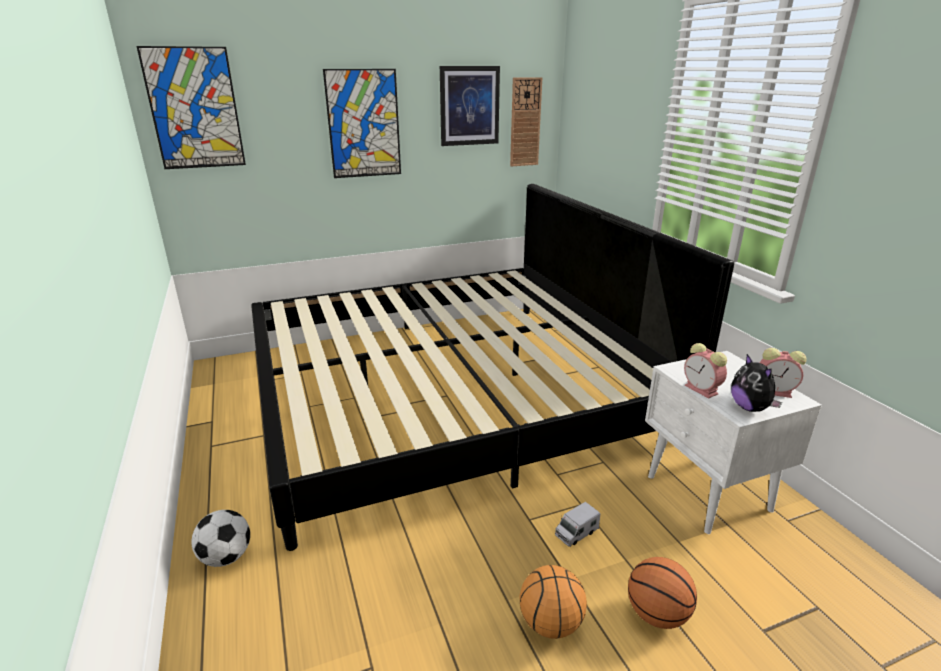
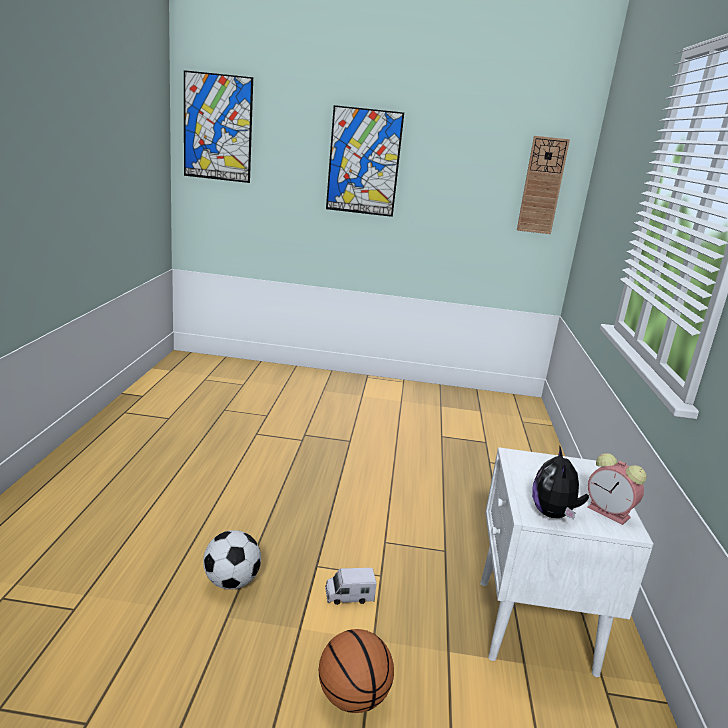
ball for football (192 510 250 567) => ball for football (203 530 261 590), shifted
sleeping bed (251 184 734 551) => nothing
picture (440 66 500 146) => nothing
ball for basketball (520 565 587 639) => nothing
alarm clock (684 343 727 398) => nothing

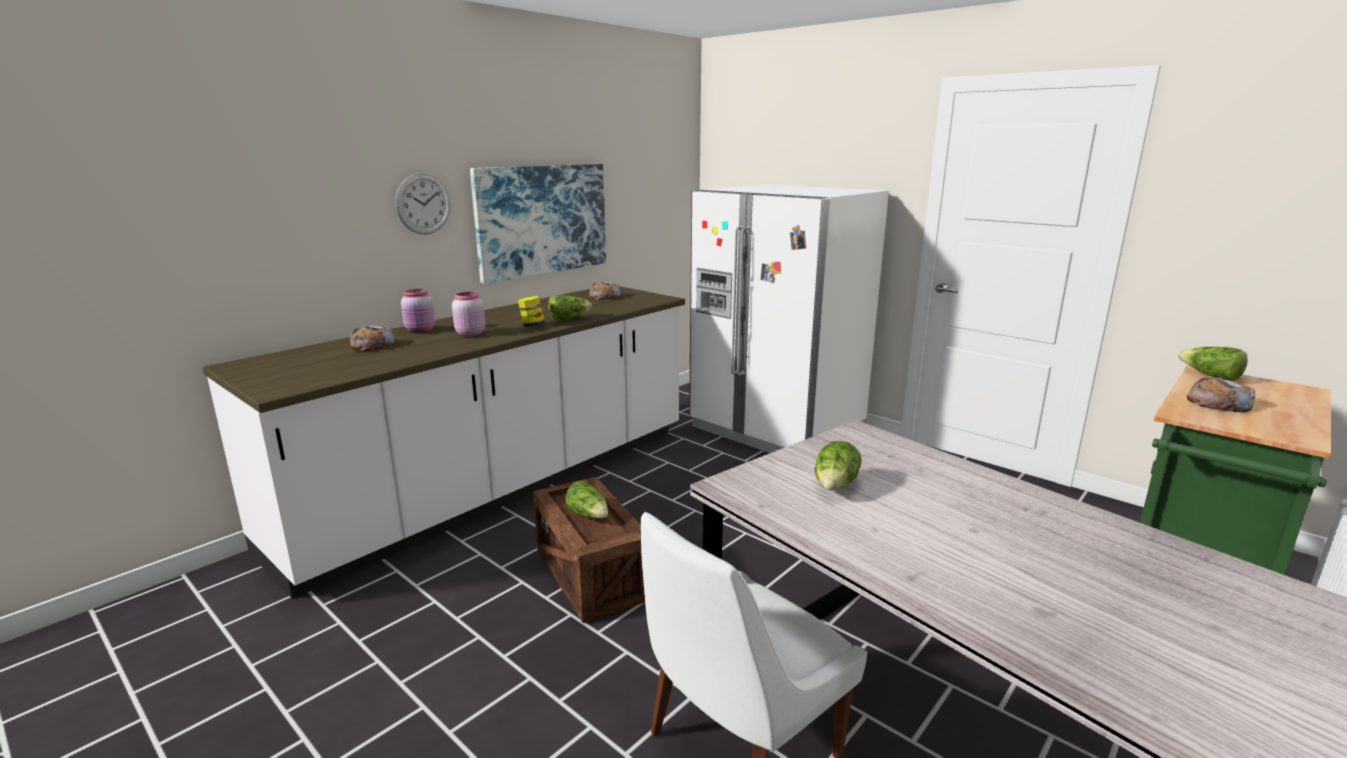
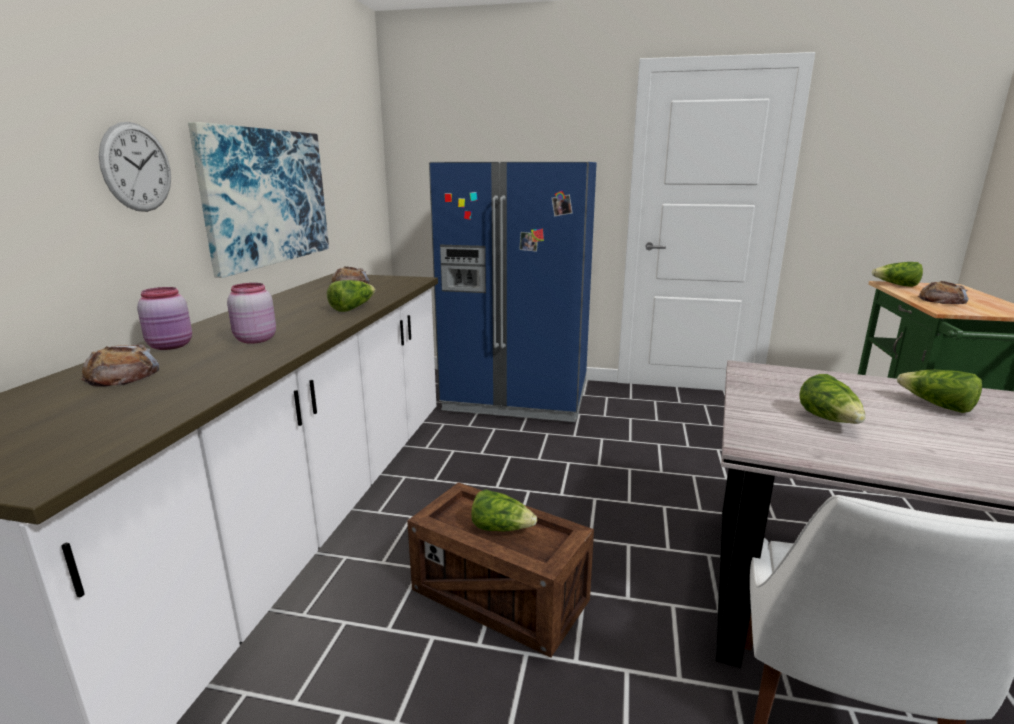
white refrigerator (689 184 889 453) => blue refrigerator (429 162 597 422)
nothing => lettuce head (897 370 982 413)
jar (518 296 545 327) => nothing

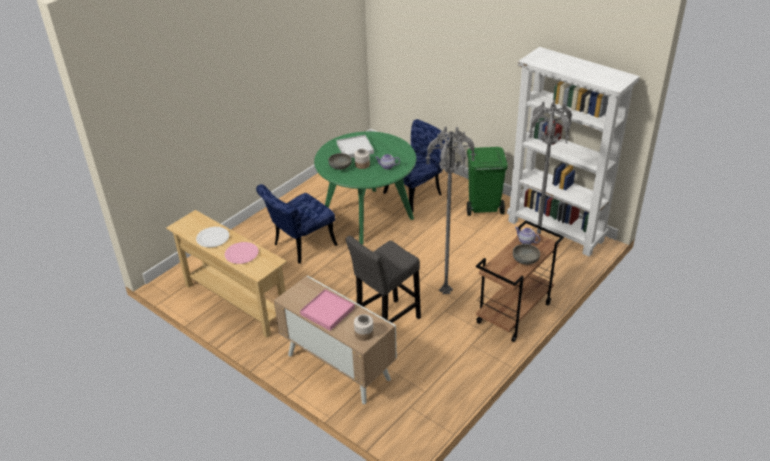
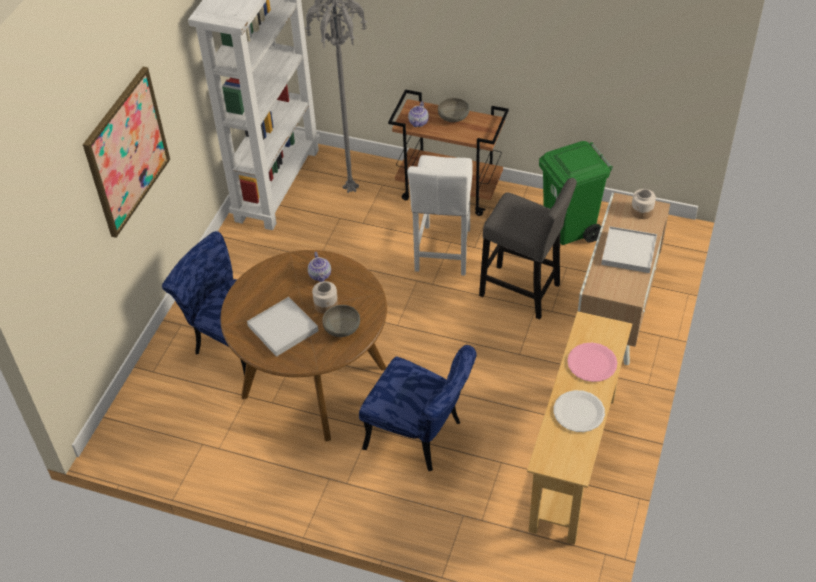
nothing => picture (83 67 170 238)
greenish kitchen table (314 131 416 245) => brownish kitchen table (220 250 387 441)
grey floor lamp (425 127 476 295) => white sitting stool (407 155 472 275)
greenish trash can (467 147 508 216) => greenish trash can (539 141 613 245), shifted
pink-coloured carrying tray (300 289 355 331) => white carrying tray (601 226 657 273)

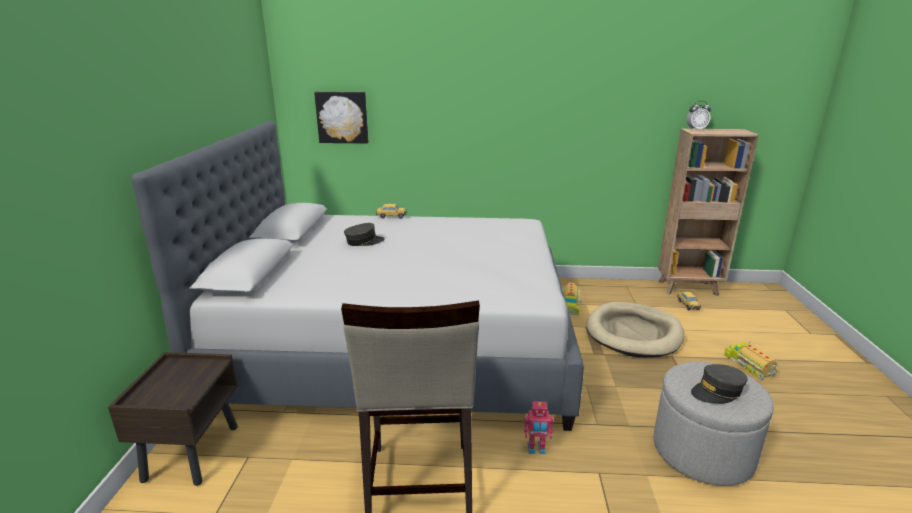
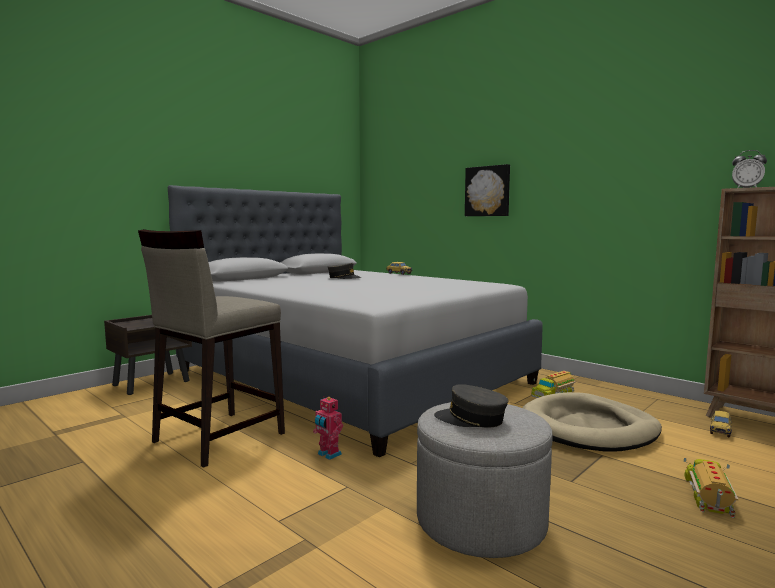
picture (314 92 369 144) => picture (465 164 510 216), shifted

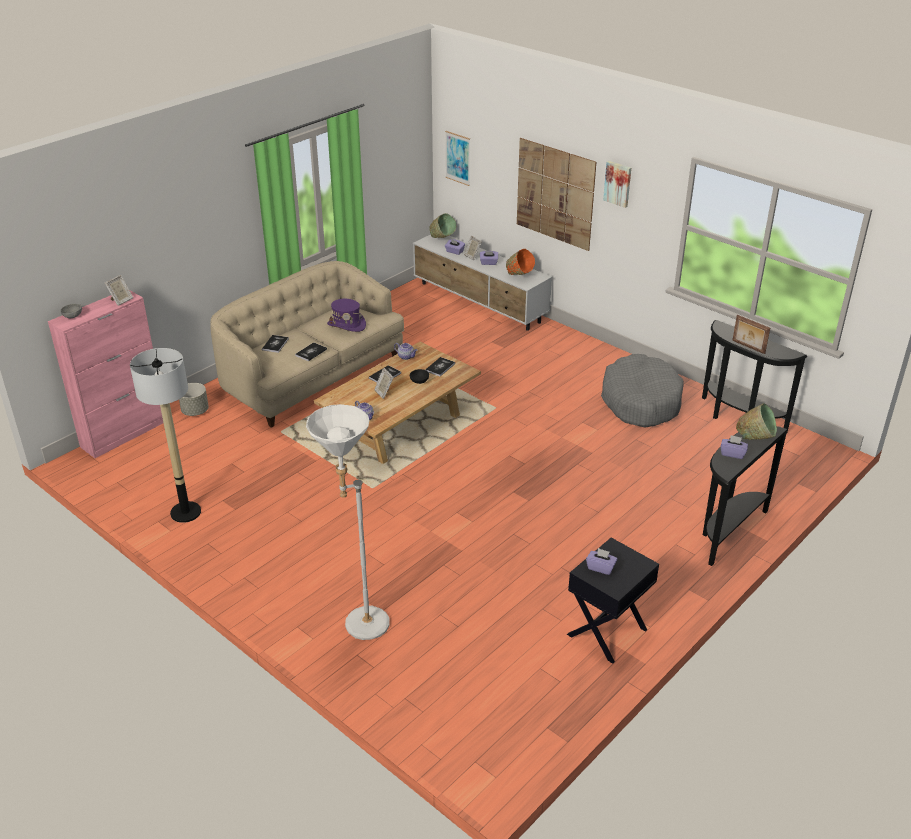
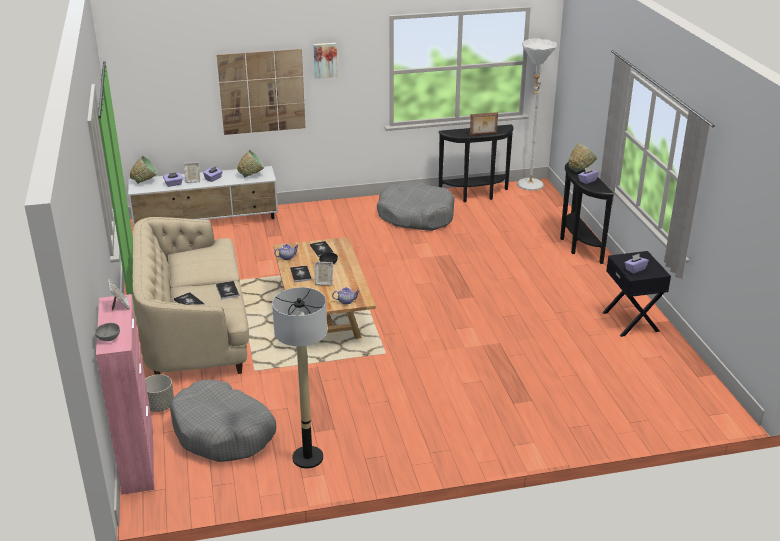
nothing => grey dog cushion (170 380 276 462)
orange-coloured bowl (506 249 535 275) => greenish bowl (237 150 264 177)
white floor lamp (306 404 390 640) => white floor lamp (517 38 557 191), shifted
purple wearable hat (327 299 366 332) => nothing
picture (445 131 470 186) => nothing

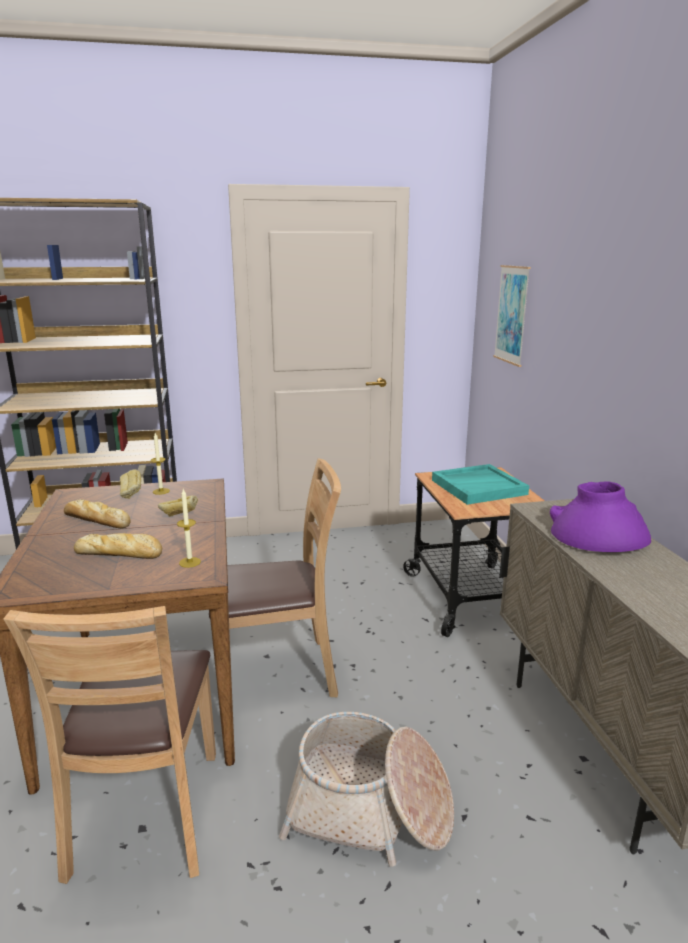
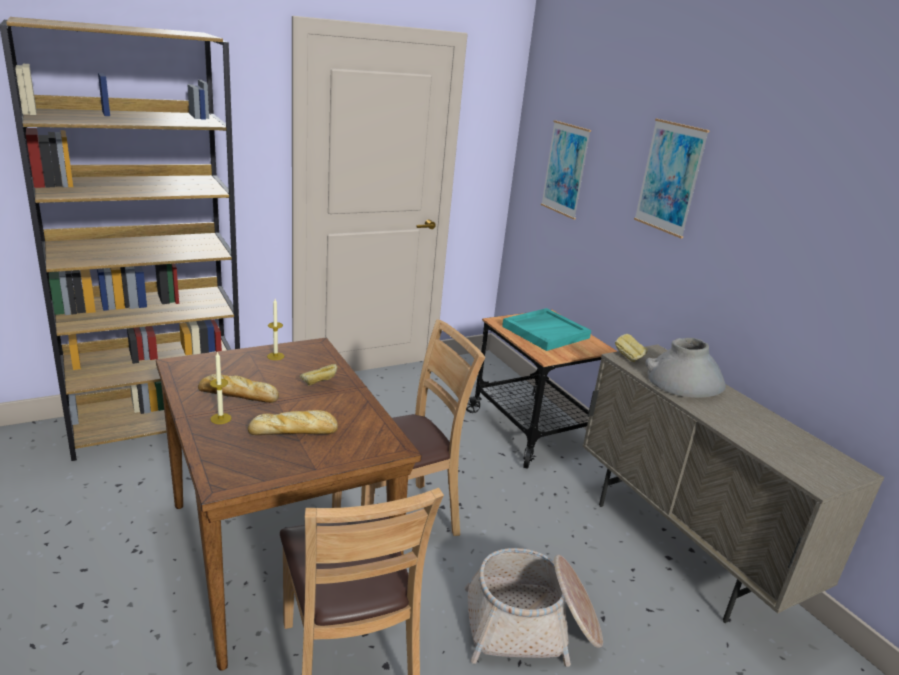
wax candle (177 489 201 568) => wax candle (210 351 232 424), shifted
bakery bread (120 469 141 499) => bakery bread (615 334 648 362), shifted
nothing => picture (634 119 710 238)
purple vase (550 482 651 552) => grey vase (645 338 726 397)

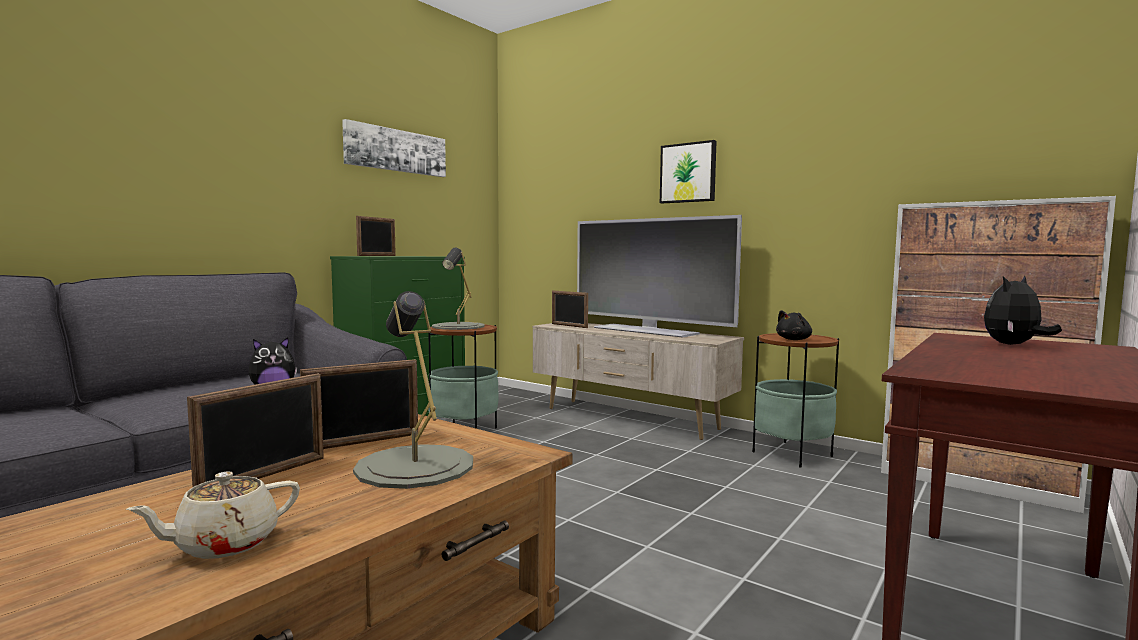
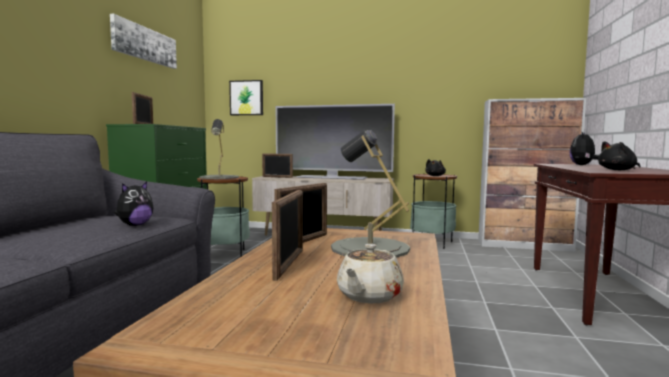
picture (660 140 716 203) => picture (229 80 263 115), shifted
nothing => black-coloured plush toy (598 141 640 170)

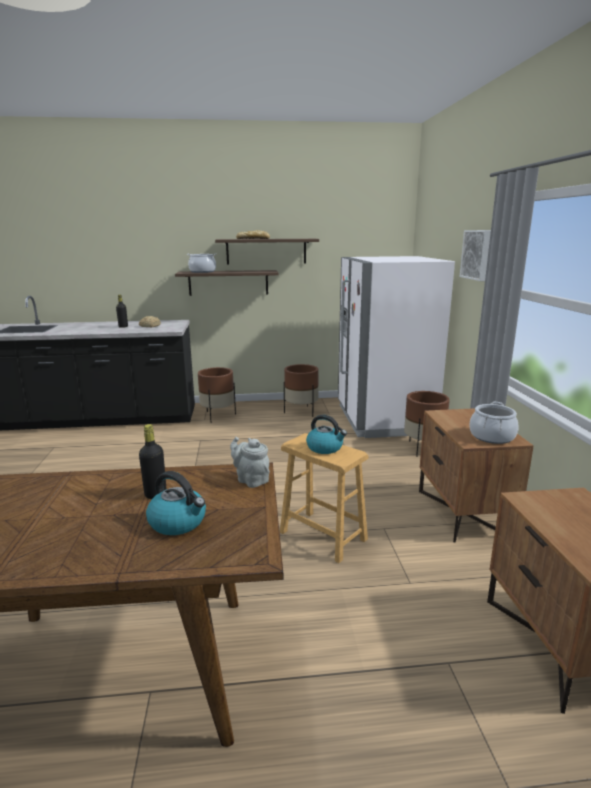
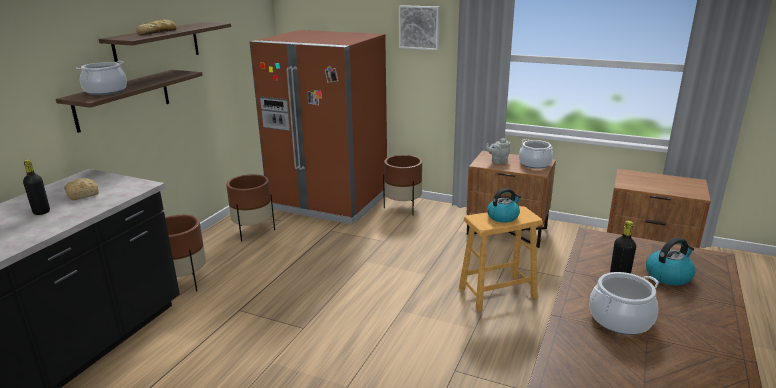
white refrigerator (338 256 455 438) => brownish refrigerator (249 30 387 224)
grey pot for tea (230 437 270 488) => grey pot for tea (486 138 510 164), shifted
nothing => saucepot (589 272 659 335)

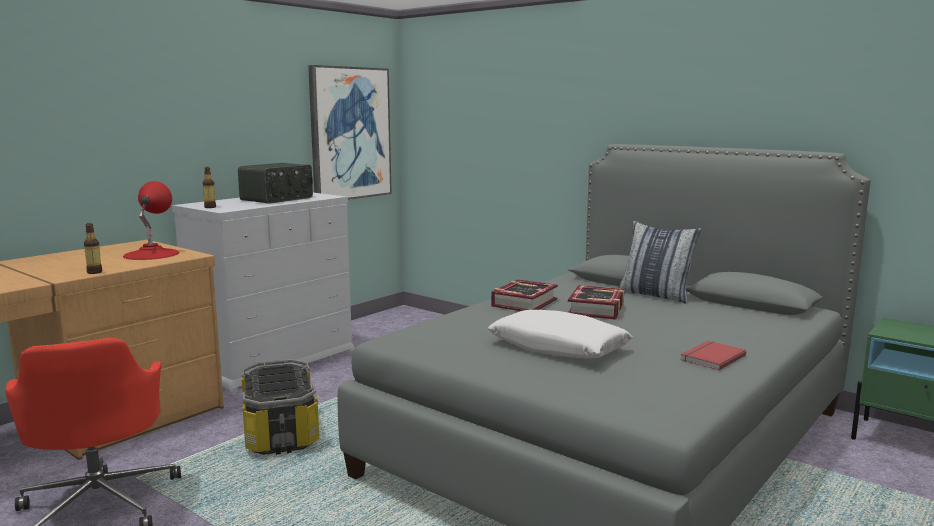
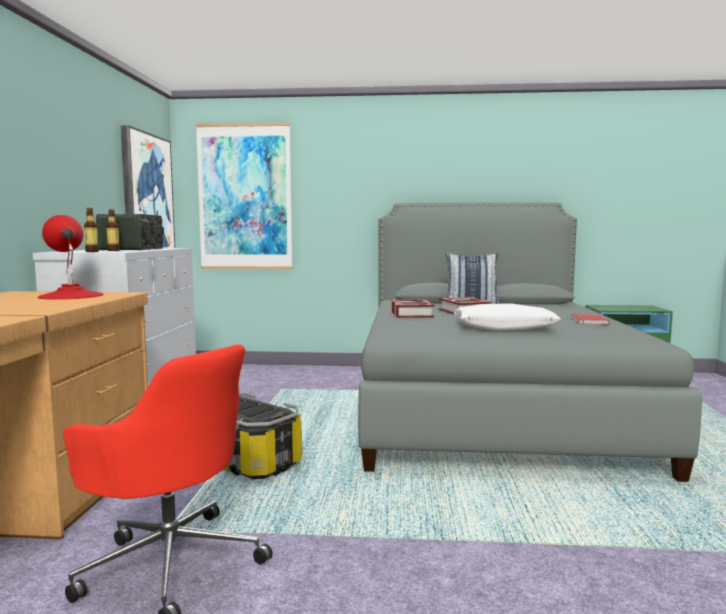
beverage bottle (84 223 102 274) => beverage bottle (106 209 120 251), shifted
nothing => picture (195 123 292 269)

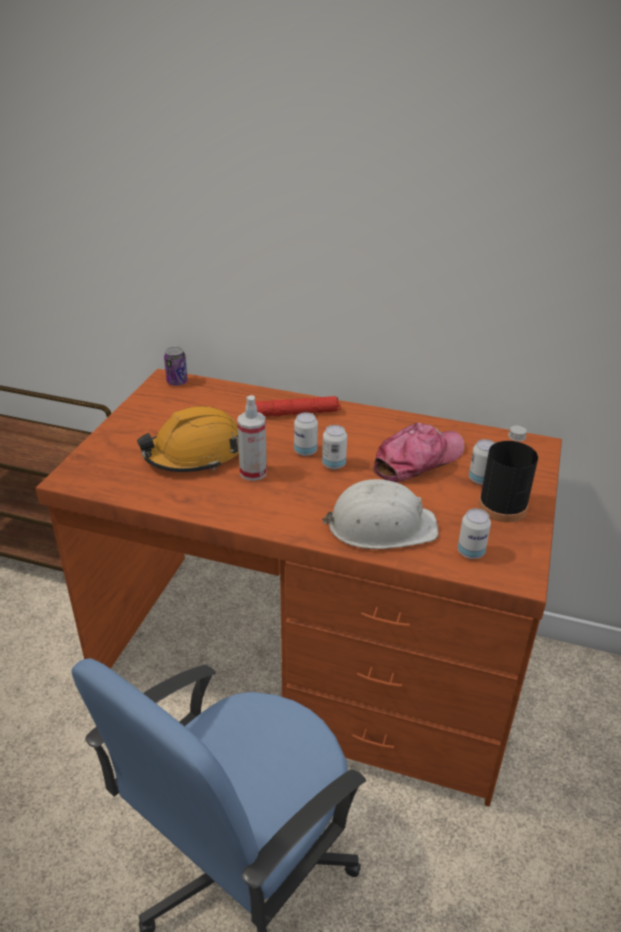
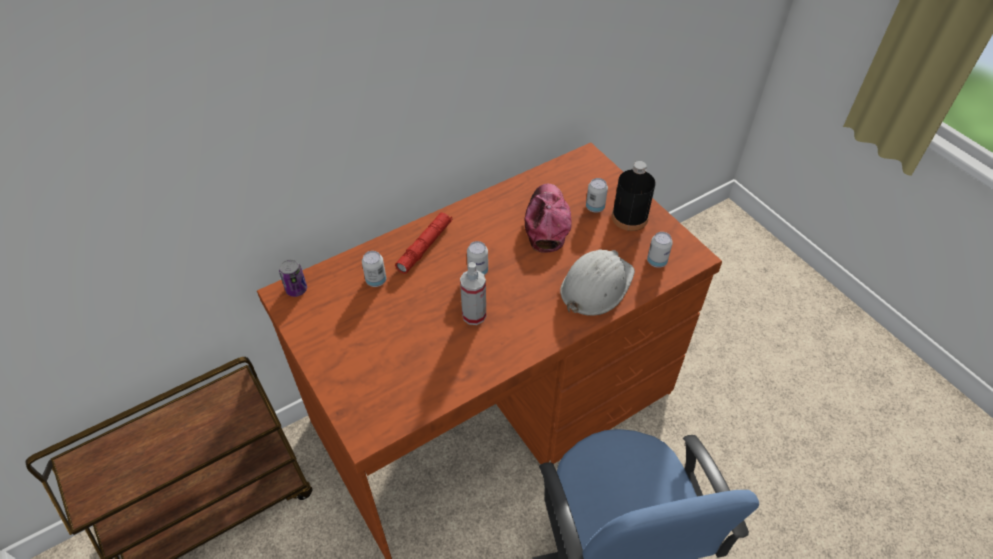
sealed can (322 425 347 470) => sealed can (362 251 386 287), shifted
orange-coloured safety helmet (137 406 239 472) => nothing

